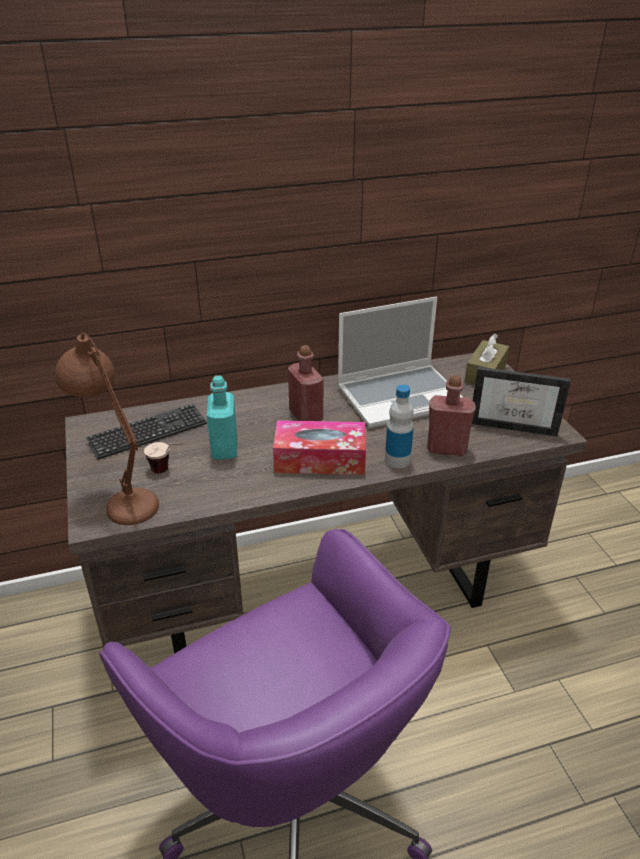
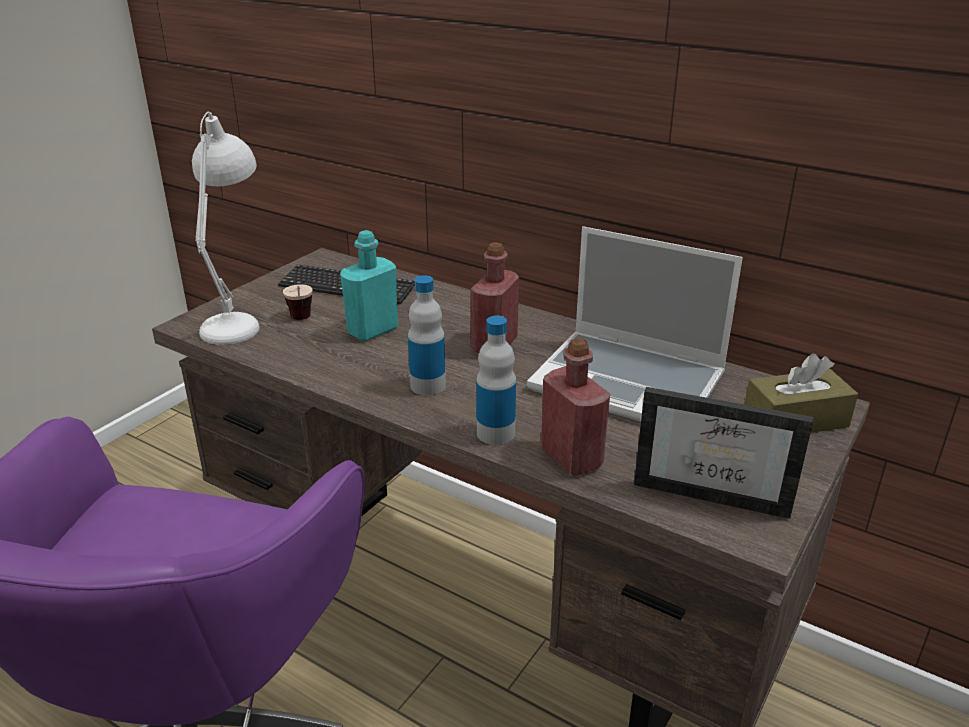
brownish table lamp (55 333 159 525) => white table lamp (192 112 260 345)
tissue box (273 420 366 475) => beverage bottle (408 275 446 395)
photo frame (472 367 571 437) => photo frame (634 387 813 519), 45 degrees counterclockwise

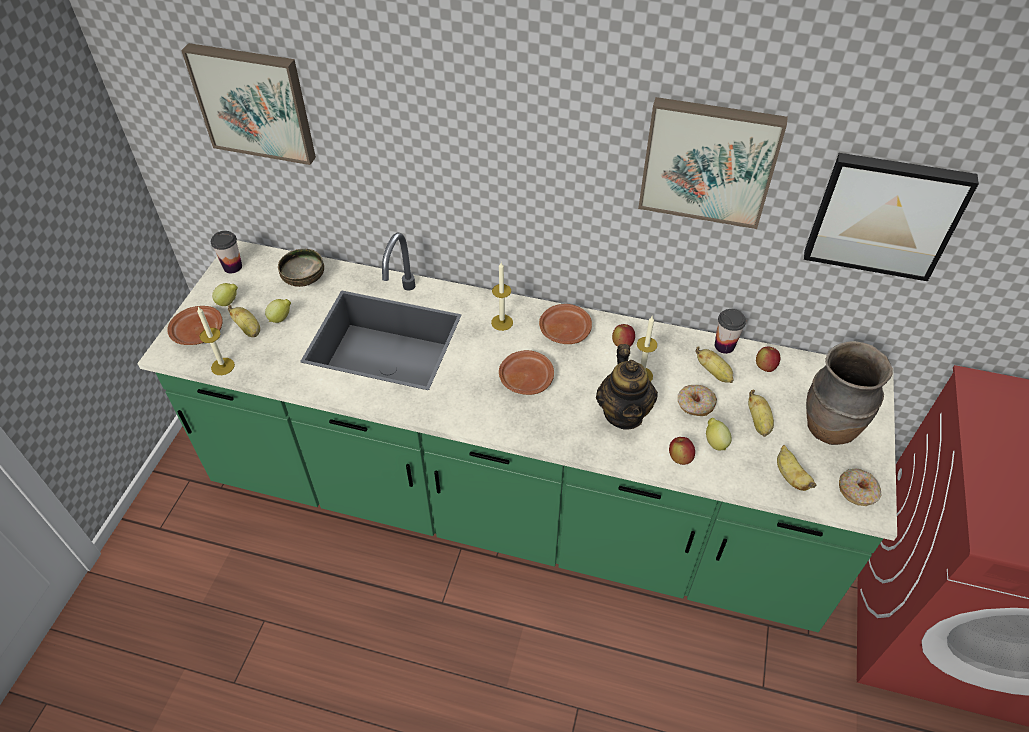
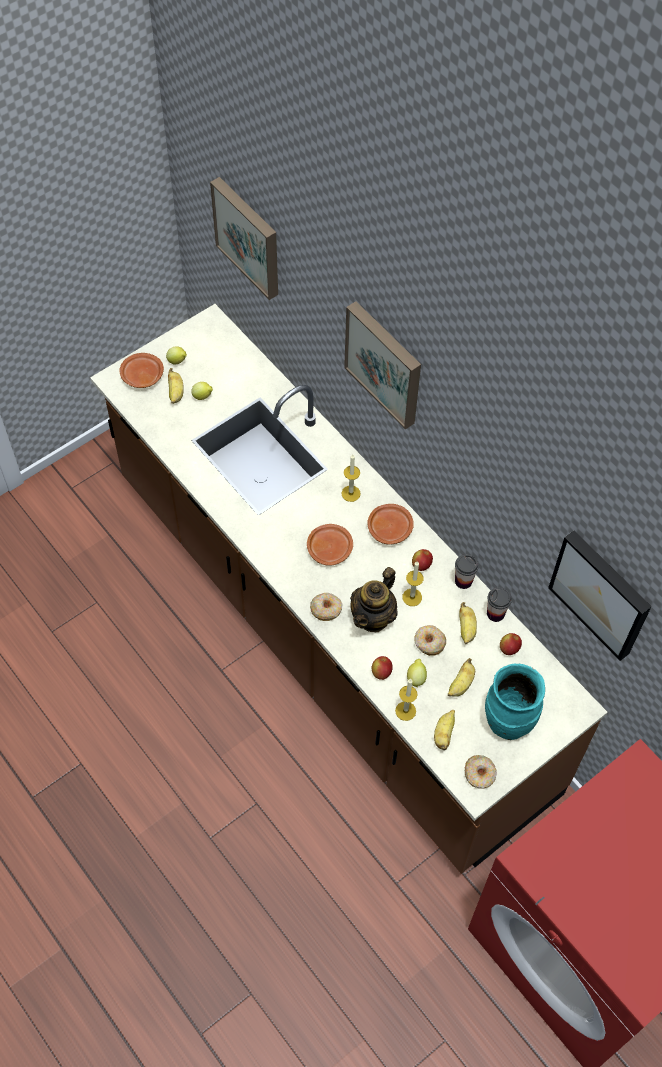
greenish kitchen base unit (137 232 897 632) => brownish kitchen base unit (90 304 607 874)
nothing => doughnut (310 593 343 621)
picture (638 97 788 229) => picture (344 301 421 430), shifted
wax candle (197 307 235 375) => wax candle (395 679 417 721), shifted
drinking cup (211 231 242 273) => drinking cup (455 554 479 589), shifted
brownish vase (806 341 893 445) => blue-green vase (485 664 545 740)
bowl (278 249 324 287) => nothing

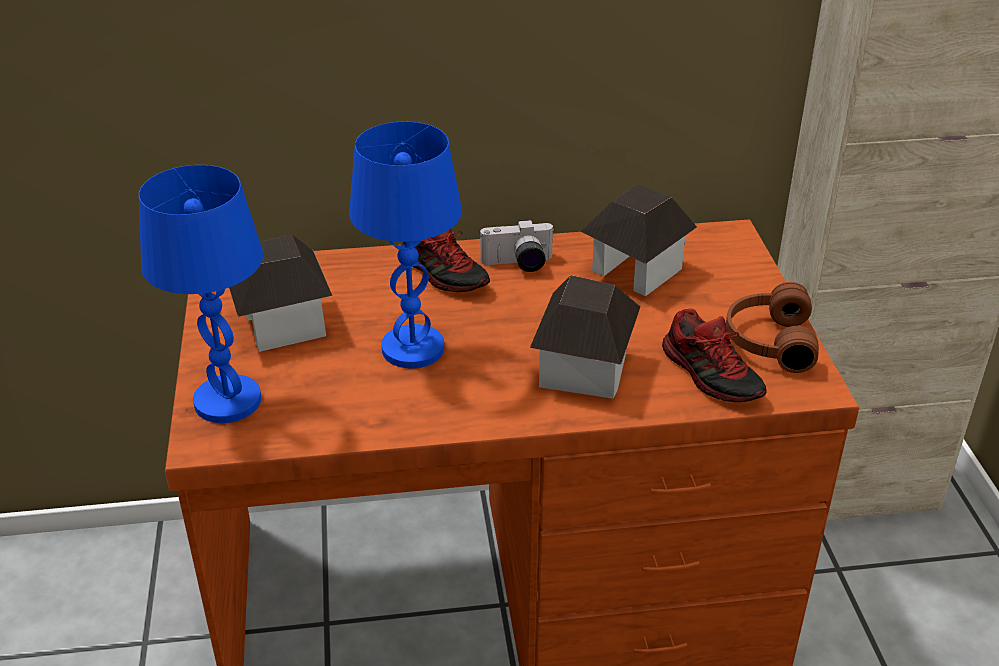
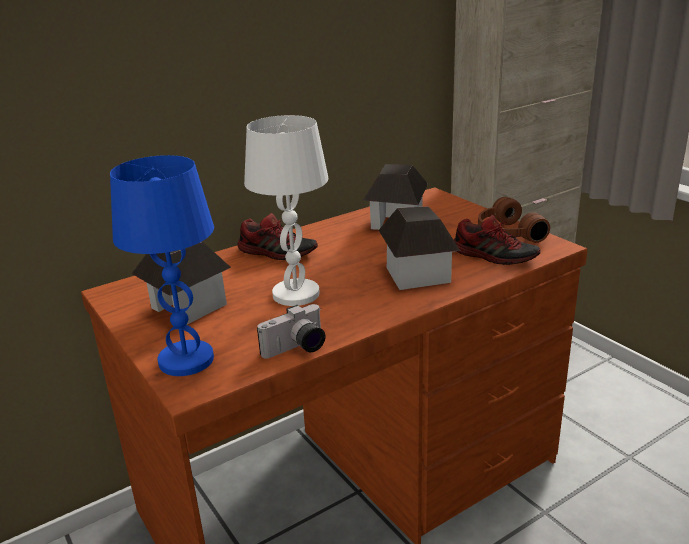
blue table lamp (349 121 462 369) => white table lamp (244 115 328 306)
still camera (480 219 555 272) => still camera (257 304 325 359), shifted

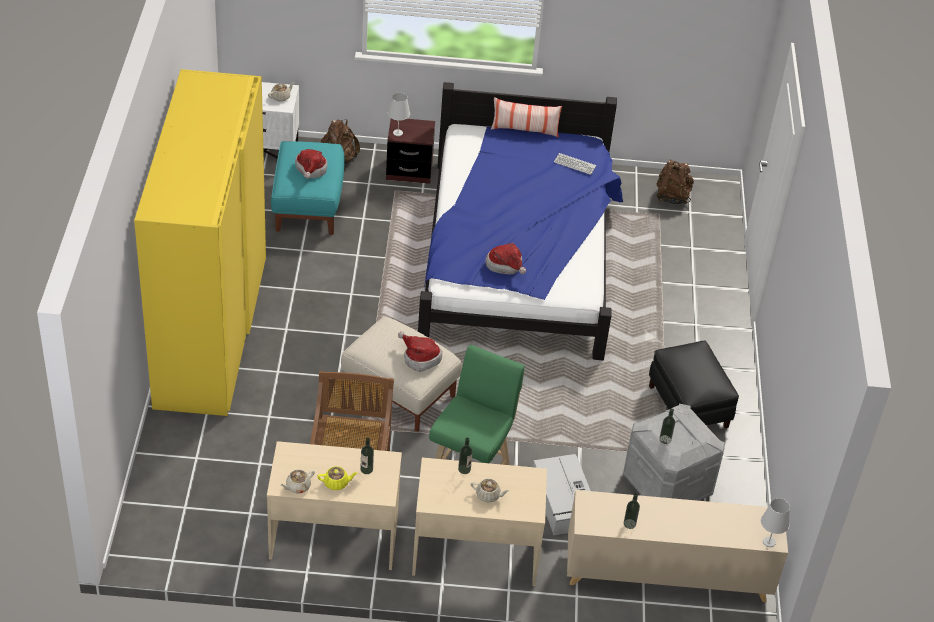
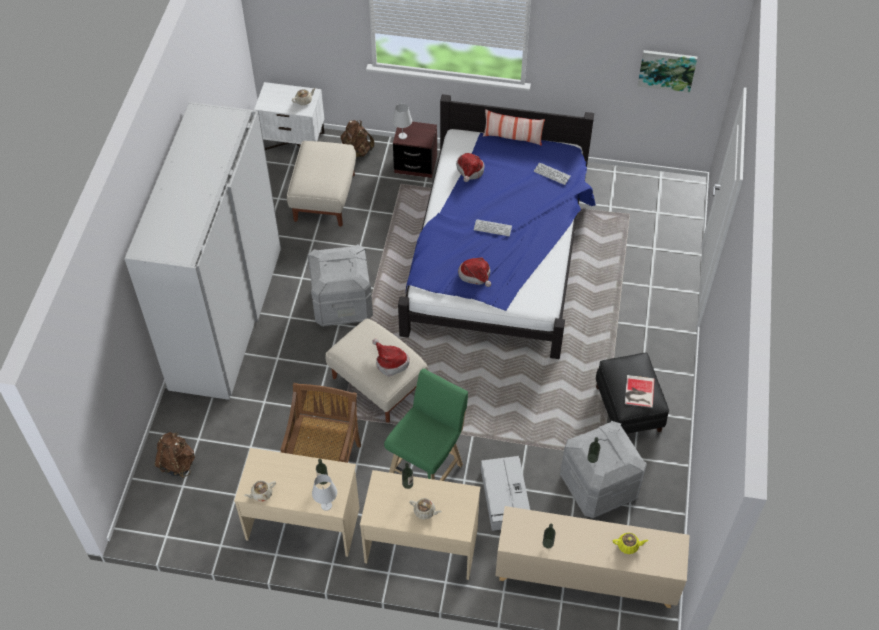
yellowish wardrobe (134 69 266 416) => white wardrobe (124 102 281 400)
brownish knapsack (656 159 694 204) => brownish knapsack (155 432 195 478), shifted
blue-green pouffe (271 141 345 235) => sand-coloured pouffe (287 141 356 227)
nothing => grey storage box (308 244 373 327)
white table lamp (761 498 790 547) => white table lamp (312 474 337 511), shifted
wearable hat (295 149 328 179) => wearable hat (456 153 484 182), shifted
nothing => PC keyboard (474 219 512 236)
yellowish pot for tea (317 466 357 490) => yellowish pot for tea (613 533 649 554), shifted
nothing => volume (625 375 655 408)
nothing => picture (638 50 697 93)

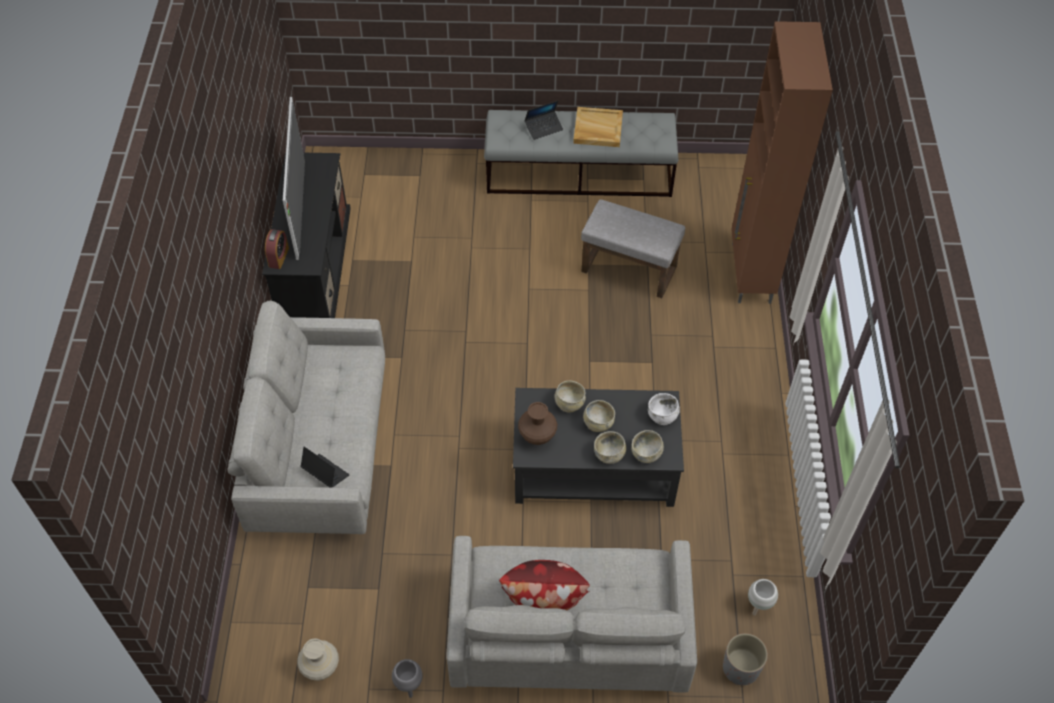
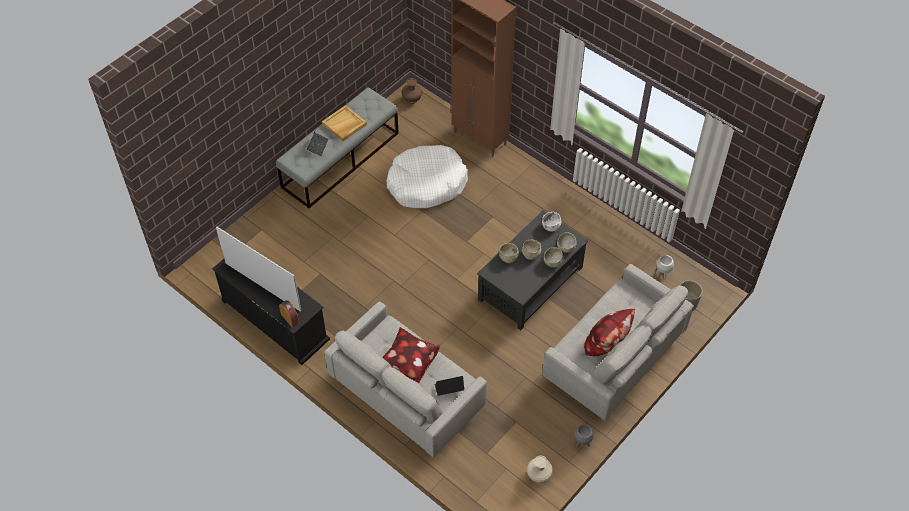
nothing => pillow (382 327 440 384)
grey pouffe (581 199 685 298) => white dog cushion (387 145 468 208)
brownish vase (518 402 557 445) => brownish vase (401 78 422 104), shifted

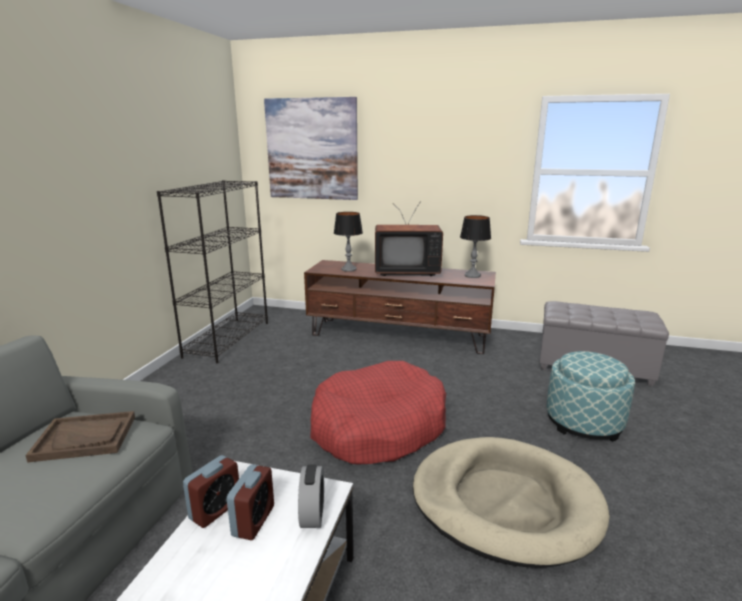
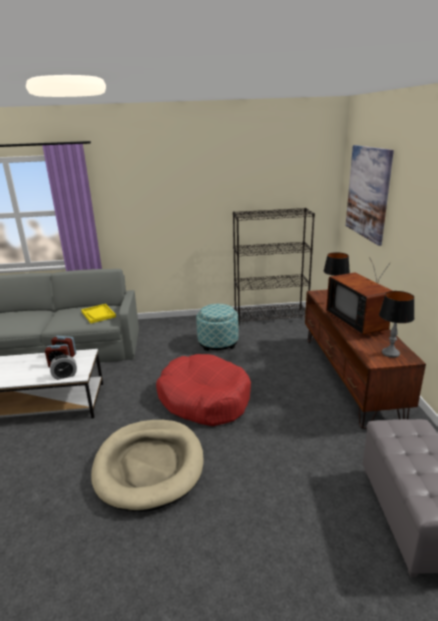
brownish carrying tray (25 411 135 462) => yellowish carrying tray (81 304 116 323)
pouffe (547 351 635 442) => pouffe (196 304 239 351), shifted

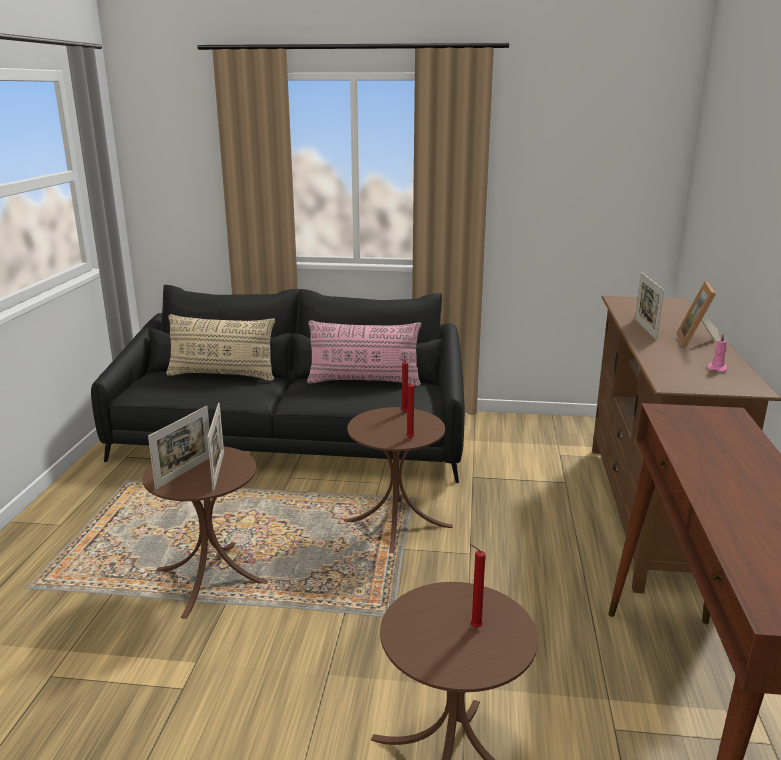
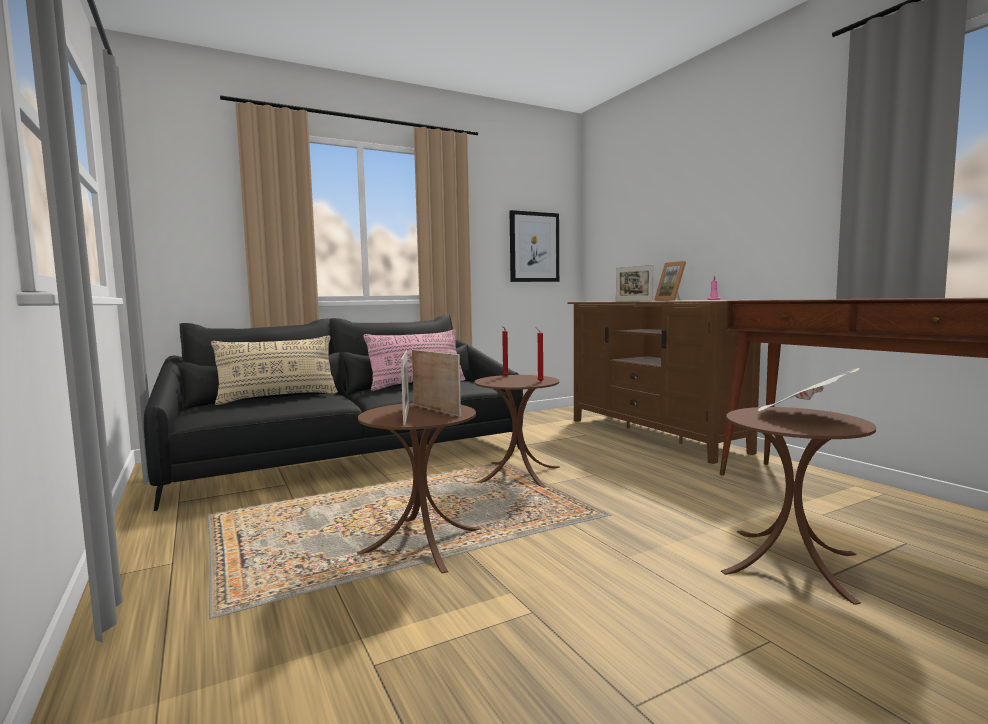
nothing => picture (510 210 559 282)
red wax candle (470 544 486 628) => daily paper (756 368 859 413)

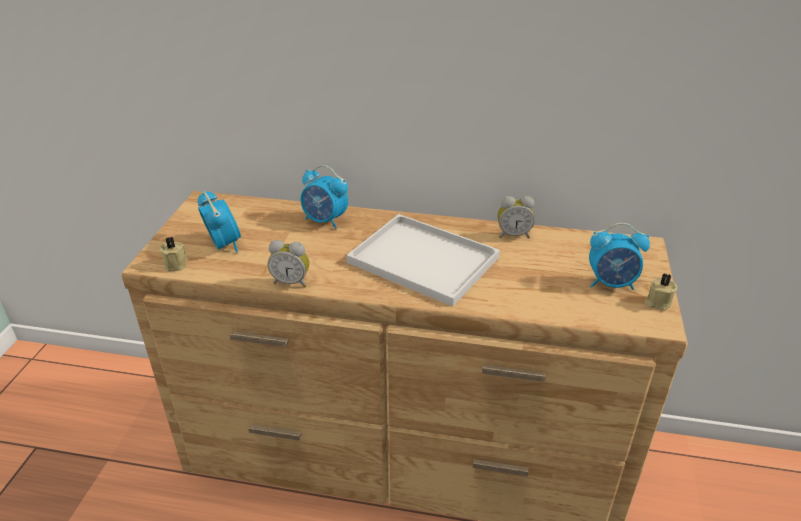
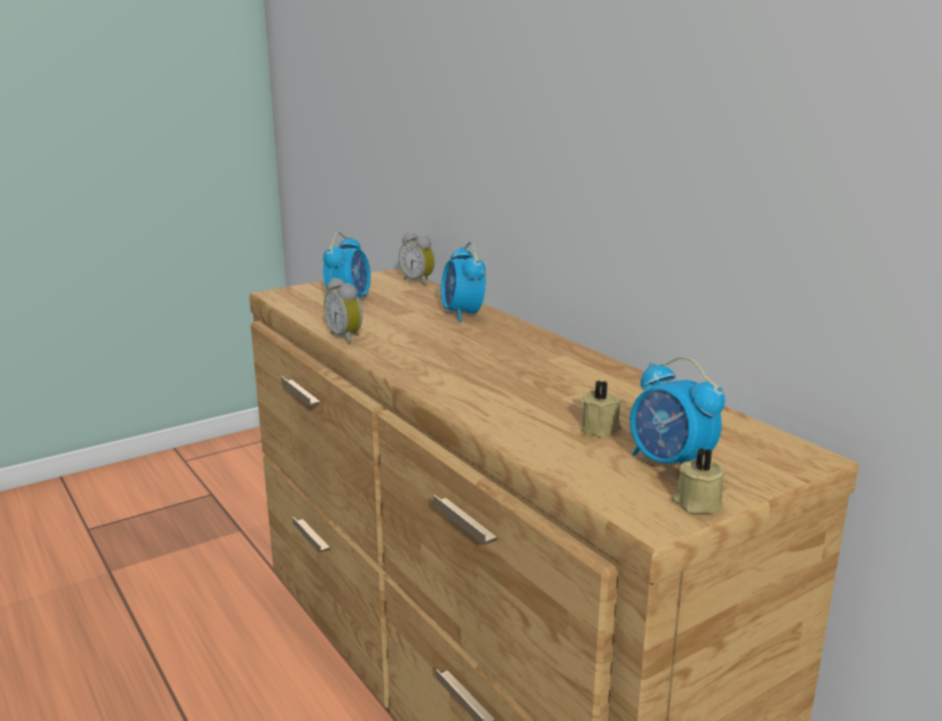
alarm clock (498 196 535 238) => alarm clock (399 232 435 286), shifted
sand-coloured wax candle (160 237 189 272) => sand-coloured wax candle (582 380 622 438), shifted
white carrying tray (346 214 500 306) => nothing

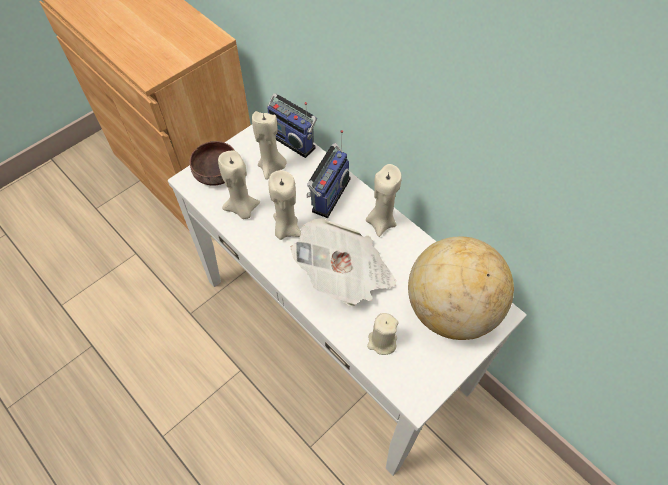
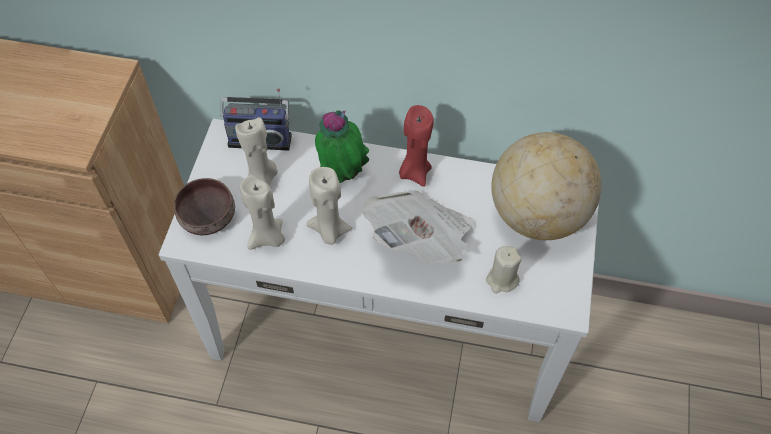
radio set (307 130 350 218) => houseplant (315 110 369 183)
sand-coloured wax candle (366 164 402 237) => red wax candle (399 105 434 187)

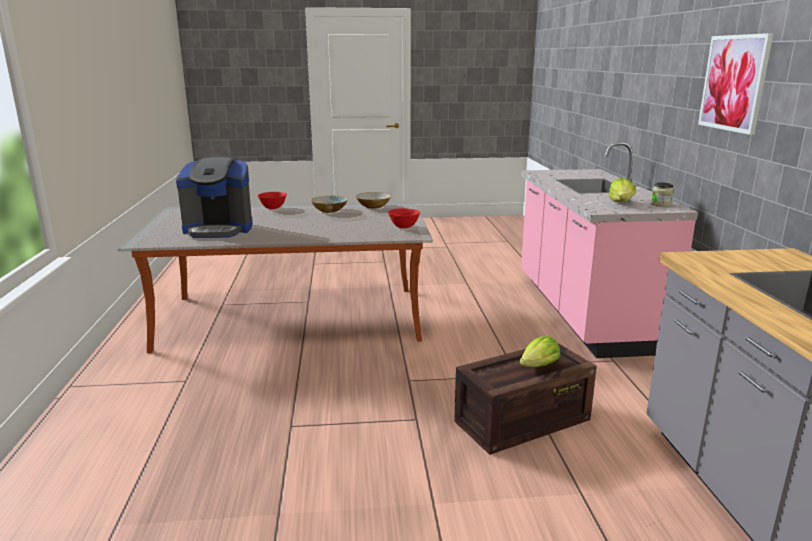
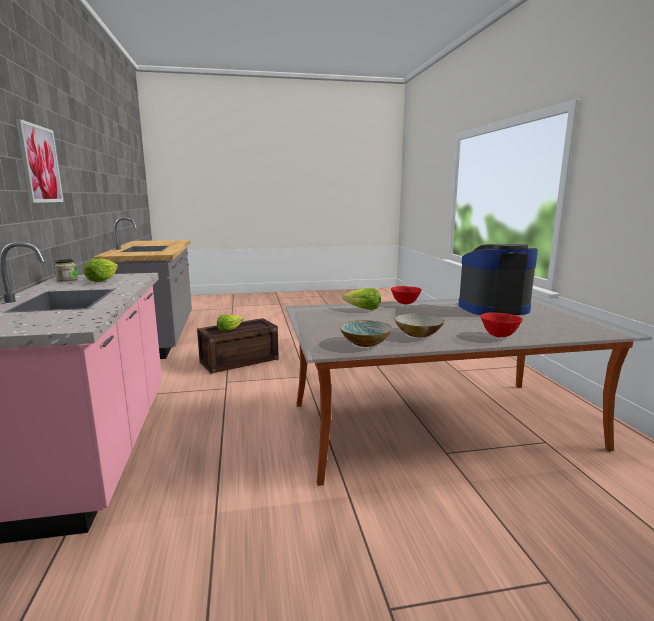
nothing => lettuce head (343 288 381 310)
red bowl (388 208 420 228) => red bowl (391 286 422 304), shifted

